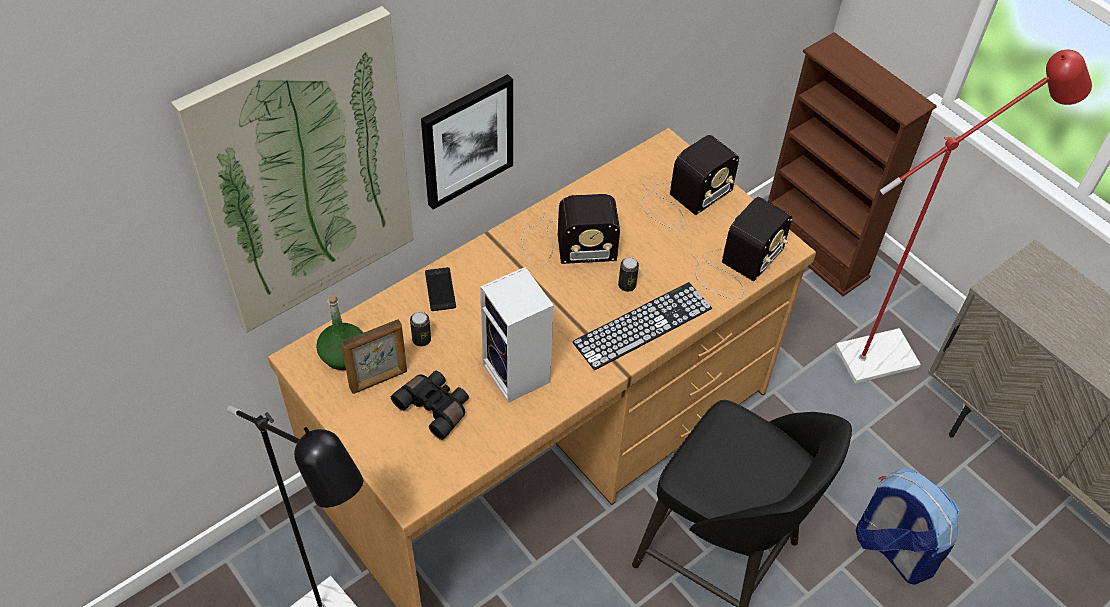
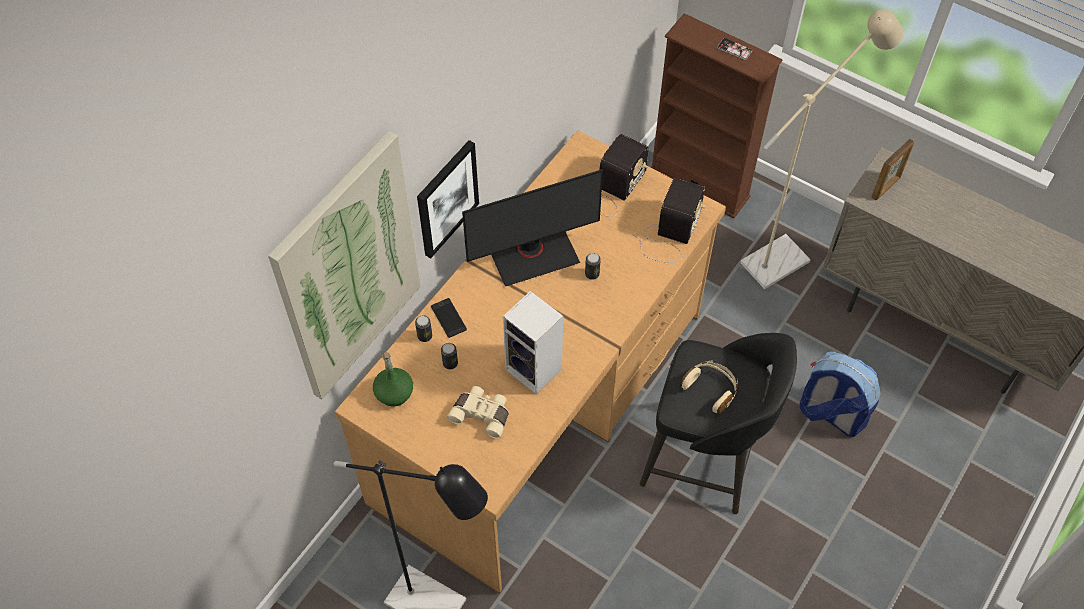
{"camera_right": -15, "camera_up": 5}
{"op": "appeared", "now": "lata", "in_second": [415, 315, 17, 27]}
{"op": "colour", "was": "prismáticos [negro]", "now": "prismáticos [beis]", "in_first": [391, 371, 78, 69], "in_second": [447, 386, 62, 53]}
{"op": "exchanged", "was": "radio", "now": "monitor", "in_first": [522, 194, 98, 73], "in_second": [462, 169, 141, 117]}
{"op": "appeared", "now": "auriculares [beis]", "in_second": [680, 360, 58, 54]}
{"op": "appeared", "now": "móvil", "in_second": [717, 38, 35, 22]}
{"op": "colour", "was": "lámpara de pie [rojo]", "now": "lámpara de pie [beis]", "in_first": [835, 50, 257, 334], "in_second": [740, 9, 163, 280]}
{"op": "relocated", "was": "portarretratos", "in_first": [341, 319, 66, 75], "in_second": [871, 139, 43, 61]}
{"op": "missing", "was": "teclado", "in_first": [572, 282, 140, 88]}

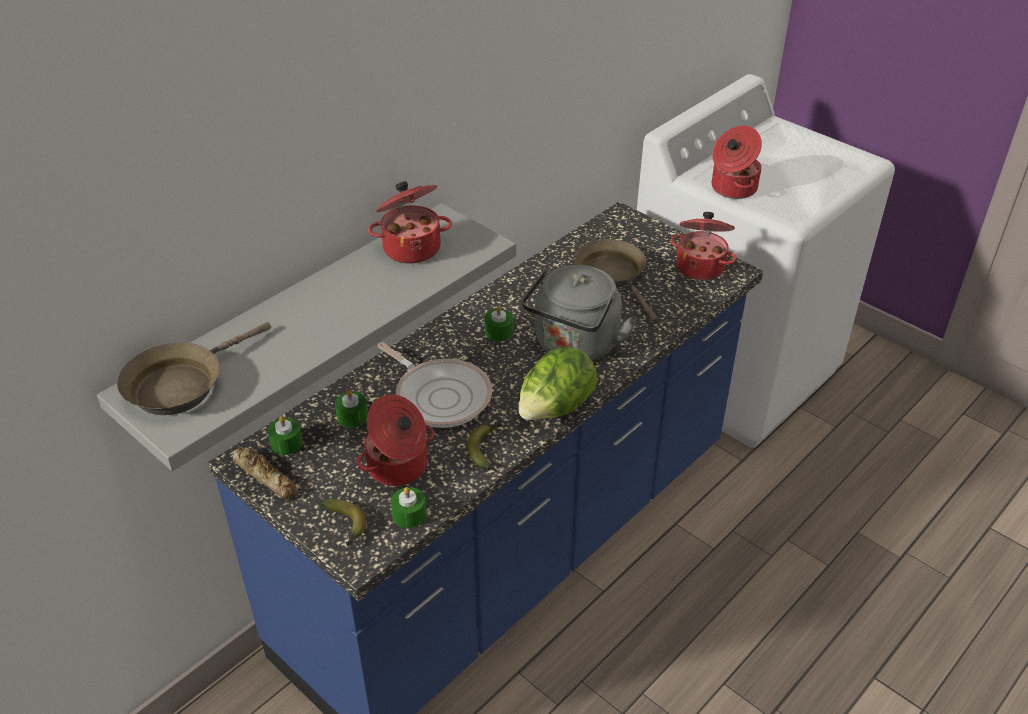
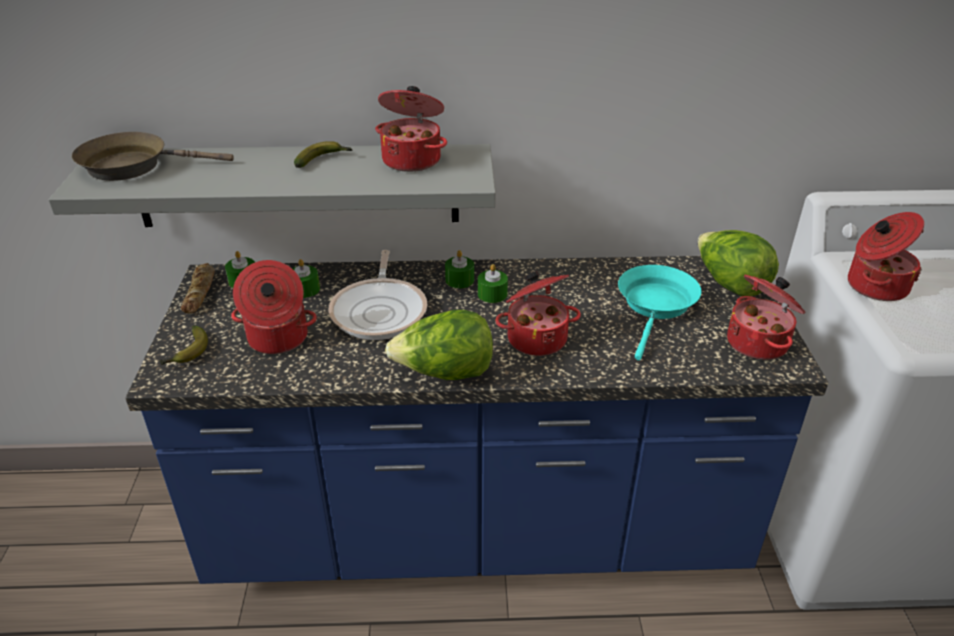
{"camera_right": 45, "camera_up": -5}
{"op": "relocated", "was": "plátano", "in_first": [467, 423, 35, 47], "in_second": [294, 141, 59, 27]}
{"op": "relocated", "was": "vela [verde]", "in_first": [391, 487, 35, 41], "in_second": [445, 250, 29, 38]}
{"op": "exchanged", "was": "hervidor [gris]", "now": "olla", "in_first": [522, 265, 115, 95], "in_second": [495, 271, 86, 85]}
{"op": "colour", "was": "sartén [marrón]", "now": "sartén [turquesa]", "in_first": [575, 239, 83, 83], "in_second": [618, 265, 83, 95]}
{"op": "appeared", "now": "lechuga", "in_second": [698, 230, 81, 67]}

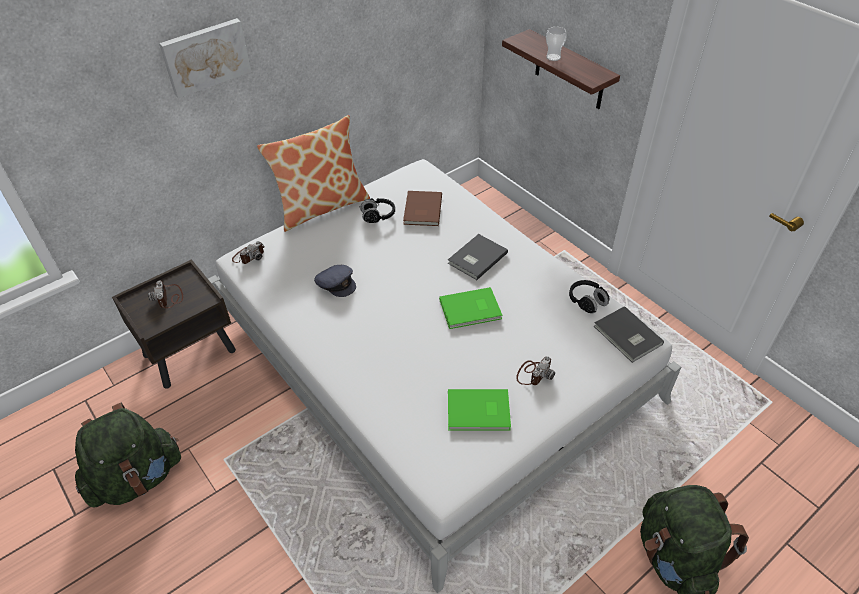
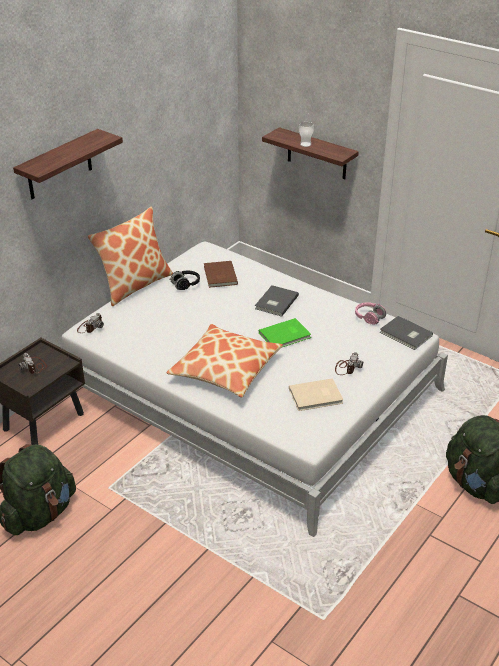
{"camera_right": -15, "camera_up": -10}
{"op": "exchanged", "was": "cuadro", "now": "estante", "in_first": [159, 18, 92, 80], "in_second": [13, 129, 110, 70]}
{"op": "appeared", "now": "cojín", "in_second": [166, 324, 117, 74]}
{"op": "colour", "was": "libro [verde]", "now": "libro [beis]", "in_first": [448, 389, 63, 42], "in_second": [289, 378, 55, 33]}
{"op": "colour", "was": "auriculares [negro]", "now": "auriculares [rosa]", "in_first": [569, 280, 40, 33], "in_second": [355, 302, 31, 22]}
{"op": "missing", "was": "gorra [gris]", "in_first": [314, 265, 42, 32]}

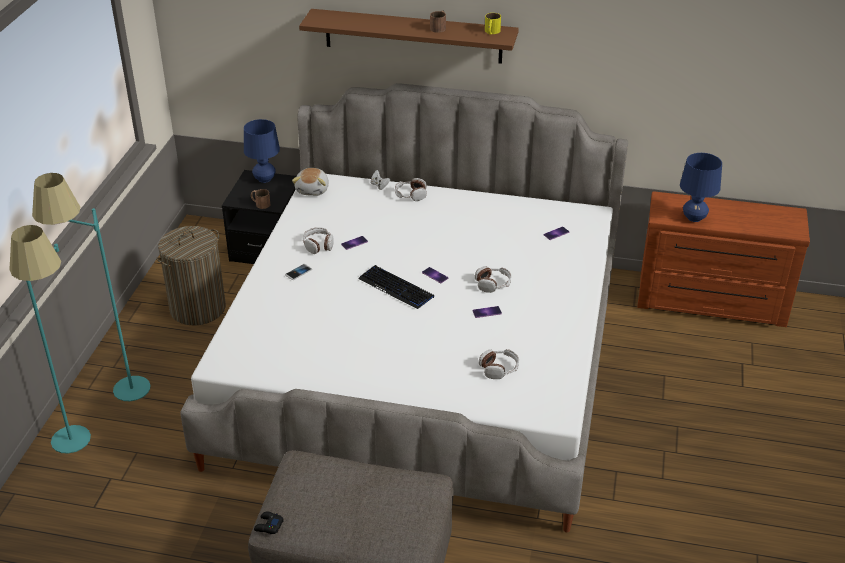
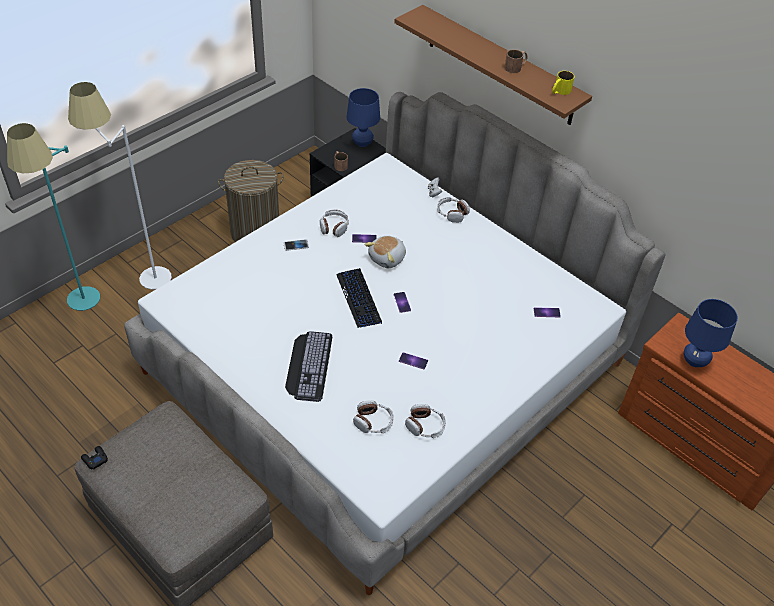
{"camera_right": 30, "camera_up": 10}
{"op": "colour", "was": "lámpara de pie [turquesa]", "now": "lámpara de pie [blanco]", "in_first": [32, 173, 119, 228], "in_second": [68, 82, 104, 208]}
{"op": "appeared", "now": "teclado", "in_second": [285, 331, 47, 71]}
{"op": "relocated", "was": "peluche", "in_first": [292, 168, 37, 28], "in_second": [364, 236, 42, 32]}
{"op": "relocated", "was": "auriculares", "in_first": [475, 266, 36, 27], "in_second": [405, 404, 41, 34]}

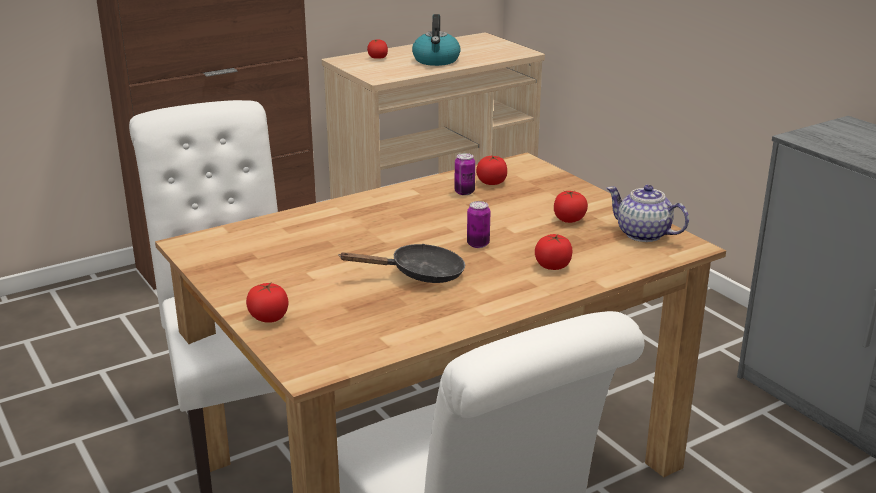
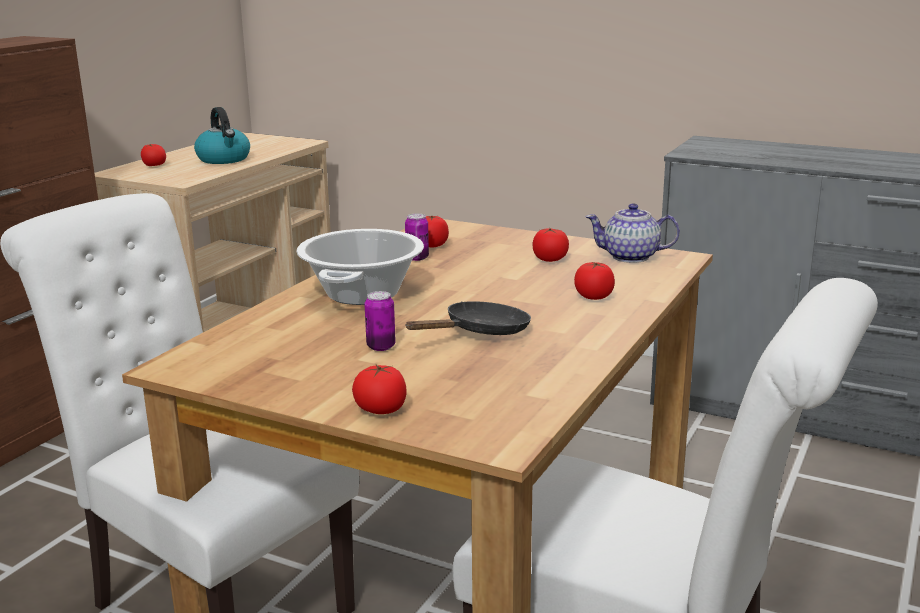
{"camera_right": -30, "camera_up": -5}
{"op": "appeared", "now": "olla", "in_second": [296, 229, 128, 76]}
{"op": "relocated", "was": "lata", "in_first": [467, 201, 23, 47], "in_second": [364, 291, 32, 60]}

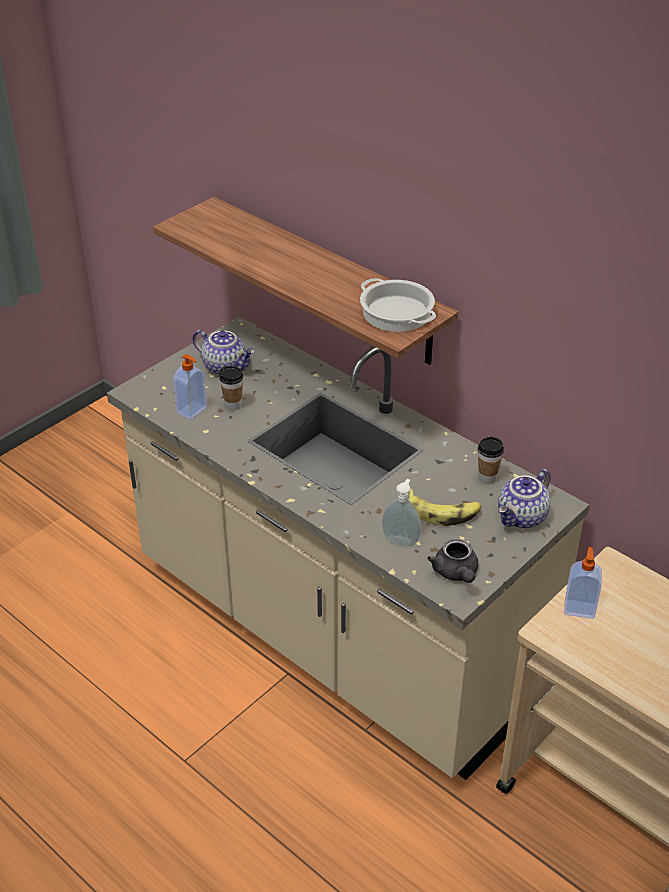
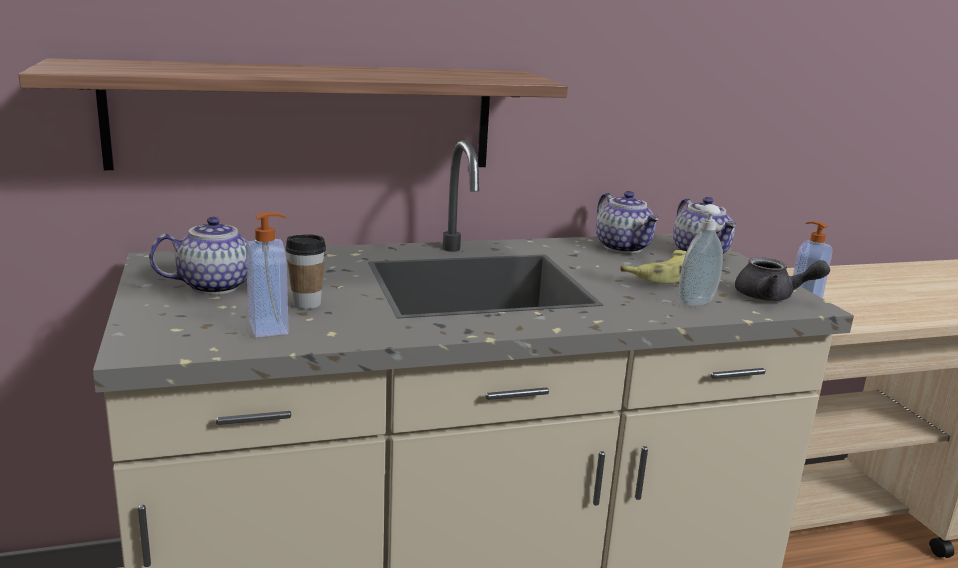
{"camera_right": -60, "camera_up": -20}
{"op": "exchanged", "was": "taza", "now": "tetera", "in_first": [478, 437, 26, 47], "in_second": [596, 191, 64, 62]}
{"op": "missing", "was": "olla", "in_first": [360, 278, 77, 54]}

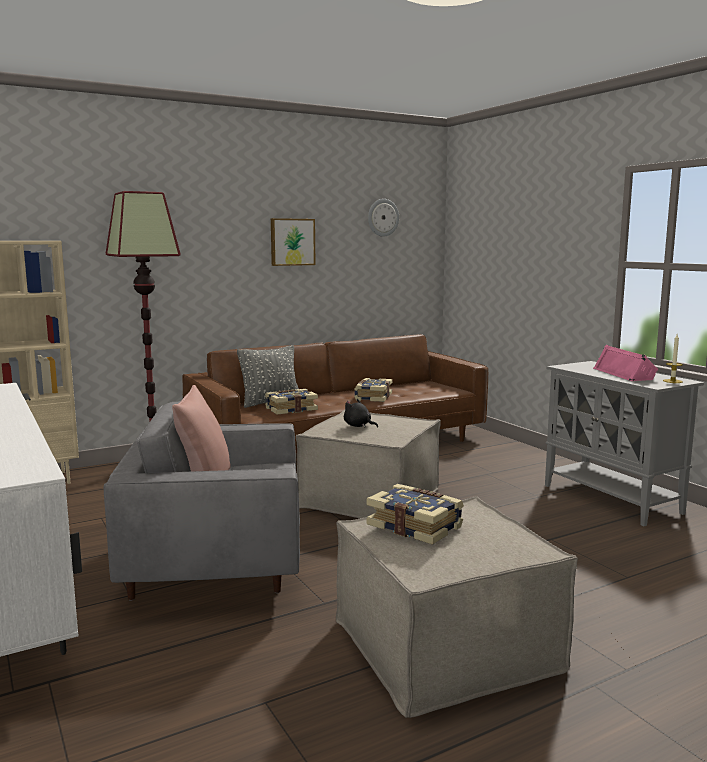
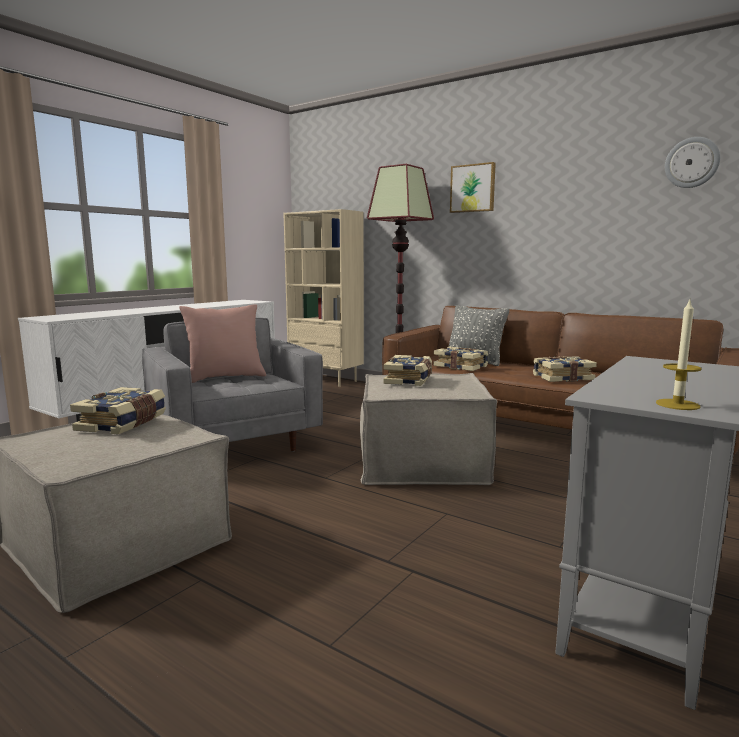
{"camera_right": 65, "camera_up": 0}
{"op": "exchanged", "was": "peluche [negro]", "now": "libro", "in_first": [344, 399, 34, 29], "in_second": [384, 355, 48, 31]}
{"op": "relocated", "was": "cuadro", "in_first": [271, 218, 45, 48], "in_second": [450, 162, 46, 51]}
{"op": "missing", "was": "altavoz [rosa]", "in_first": [593, 345, 65, 36]}

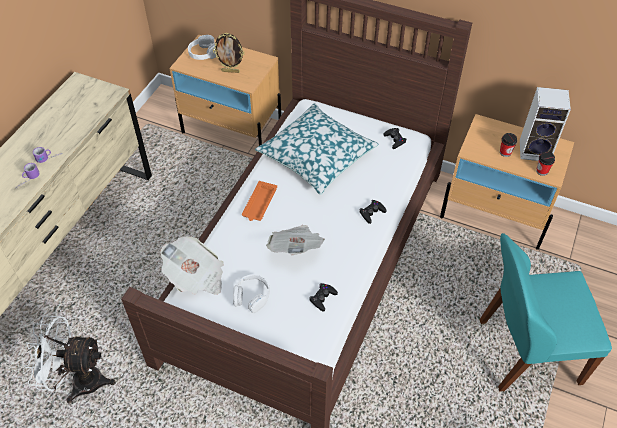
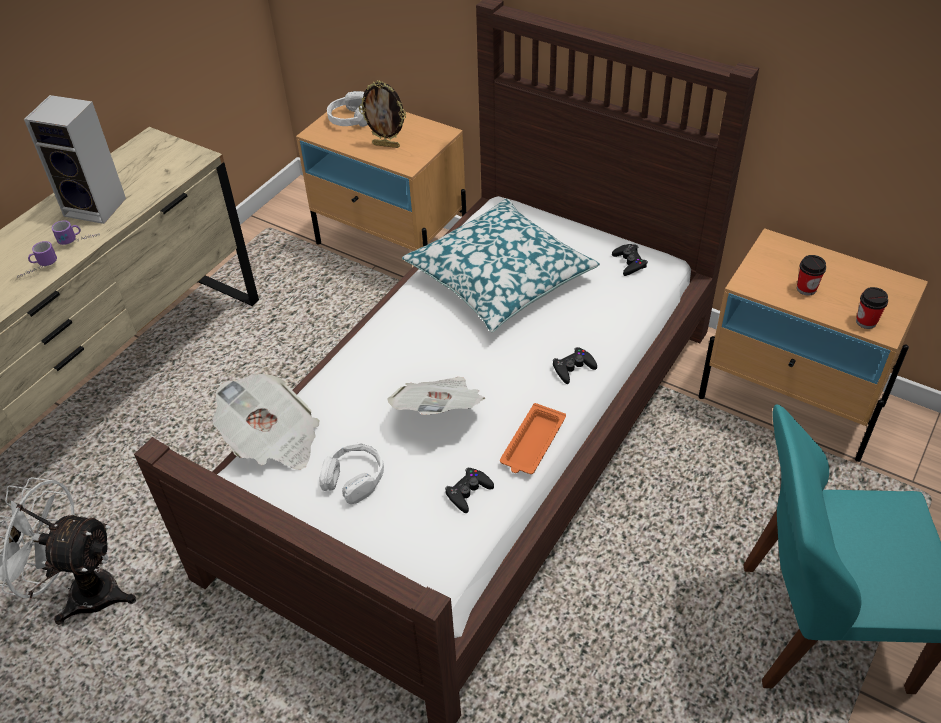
{"camera_right": 10, "camera_up": -5}
{"op": "relocated", "was": "altavoz", "in_first": [520, 87, 51, 74], "in_second": [24, 95, 102, 129]}
{"op": "relocated", "was": "bandeja [naranja]", "in_first": [242, 181, 35, 40], "in_second": [500, 403, 66, 71]}

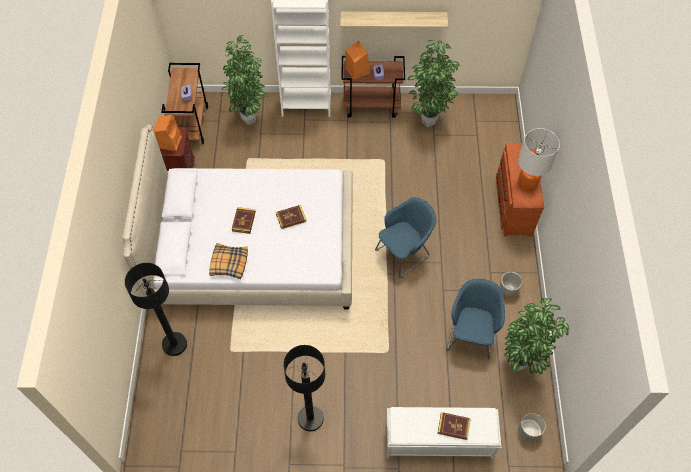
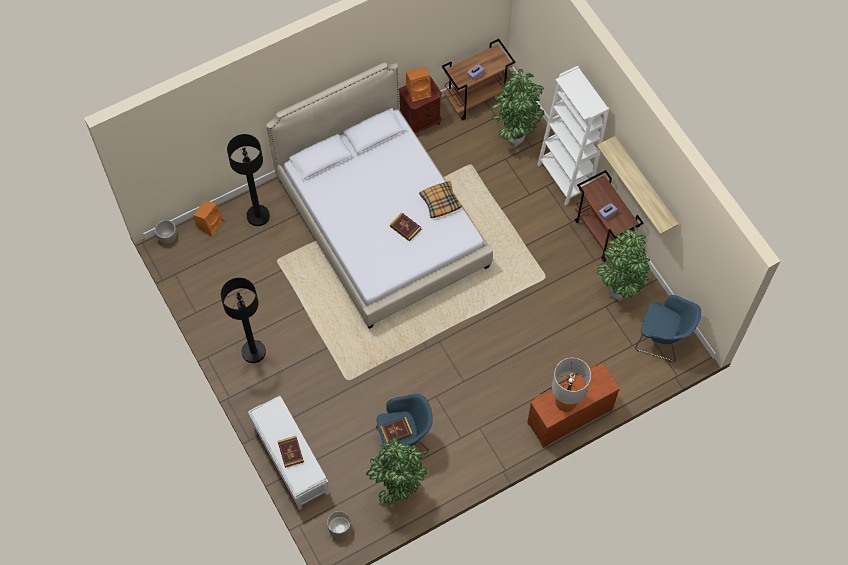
{"camera_right": 60, "camera_up": 5}
{"op": "relocated", "was": "maceta [gris]", "in_first": [500, 272, 23, 24], "in_second": [155, 220, 22, 24]}
{"op": "relocated", "was": "altavoz [naranja]", "in_first": [345, 40, 25, 40], "in_second": [193, 200, 31, 36]}
{"op": "relocated", "was": "libro", "in_first": [232, 207, 24, 27], "in_second": [380, 417, 33, 26]}
{"op": "relocated", "was": "cojín", "in_first": [209, 243, 39, 36], "in_second": [419, 181, 43, 37]}
{"op": "relocated", "was": "sillón [azul]", "in_first": [375, 197, 61, 81], "in_second": [635, 295, 66, 67]}

